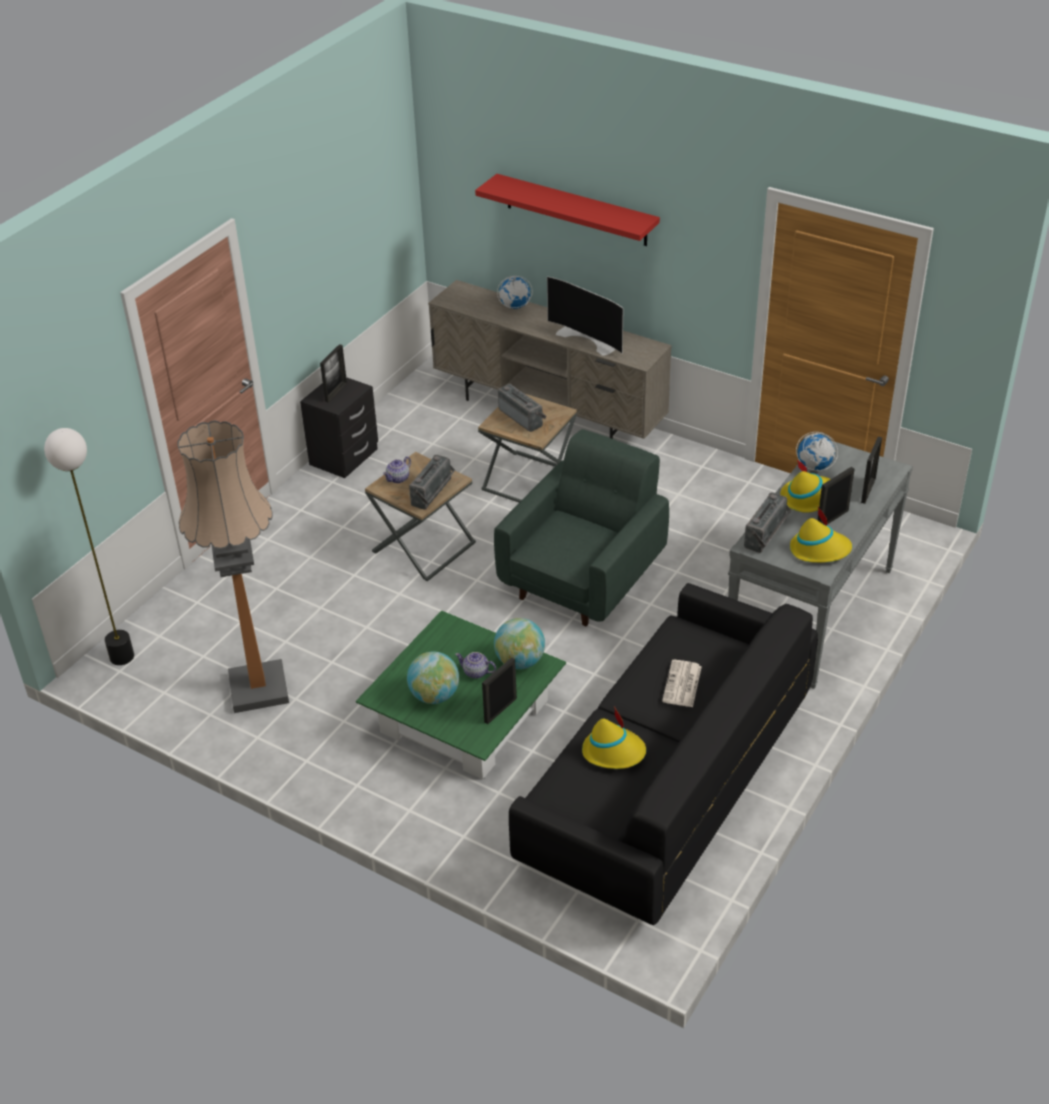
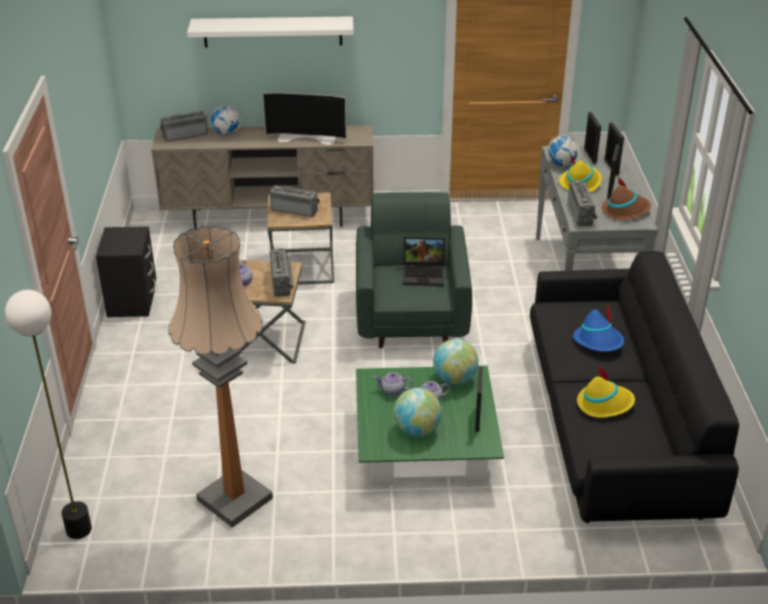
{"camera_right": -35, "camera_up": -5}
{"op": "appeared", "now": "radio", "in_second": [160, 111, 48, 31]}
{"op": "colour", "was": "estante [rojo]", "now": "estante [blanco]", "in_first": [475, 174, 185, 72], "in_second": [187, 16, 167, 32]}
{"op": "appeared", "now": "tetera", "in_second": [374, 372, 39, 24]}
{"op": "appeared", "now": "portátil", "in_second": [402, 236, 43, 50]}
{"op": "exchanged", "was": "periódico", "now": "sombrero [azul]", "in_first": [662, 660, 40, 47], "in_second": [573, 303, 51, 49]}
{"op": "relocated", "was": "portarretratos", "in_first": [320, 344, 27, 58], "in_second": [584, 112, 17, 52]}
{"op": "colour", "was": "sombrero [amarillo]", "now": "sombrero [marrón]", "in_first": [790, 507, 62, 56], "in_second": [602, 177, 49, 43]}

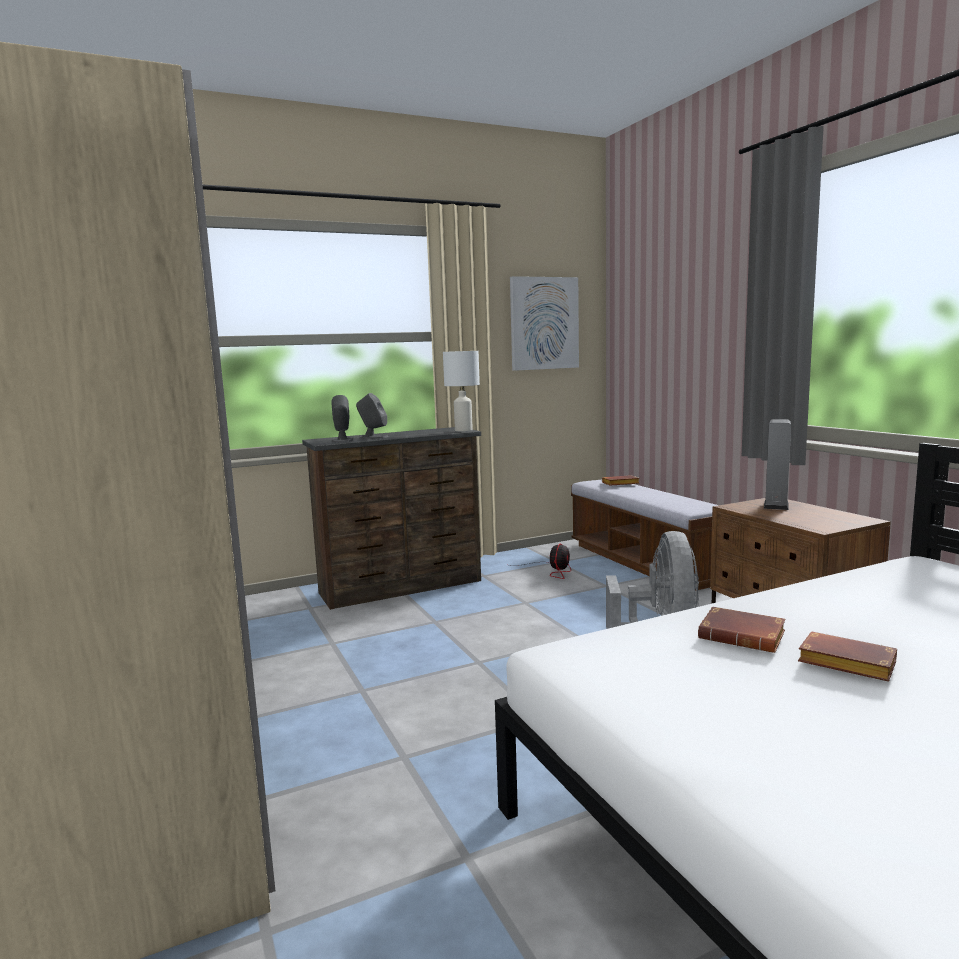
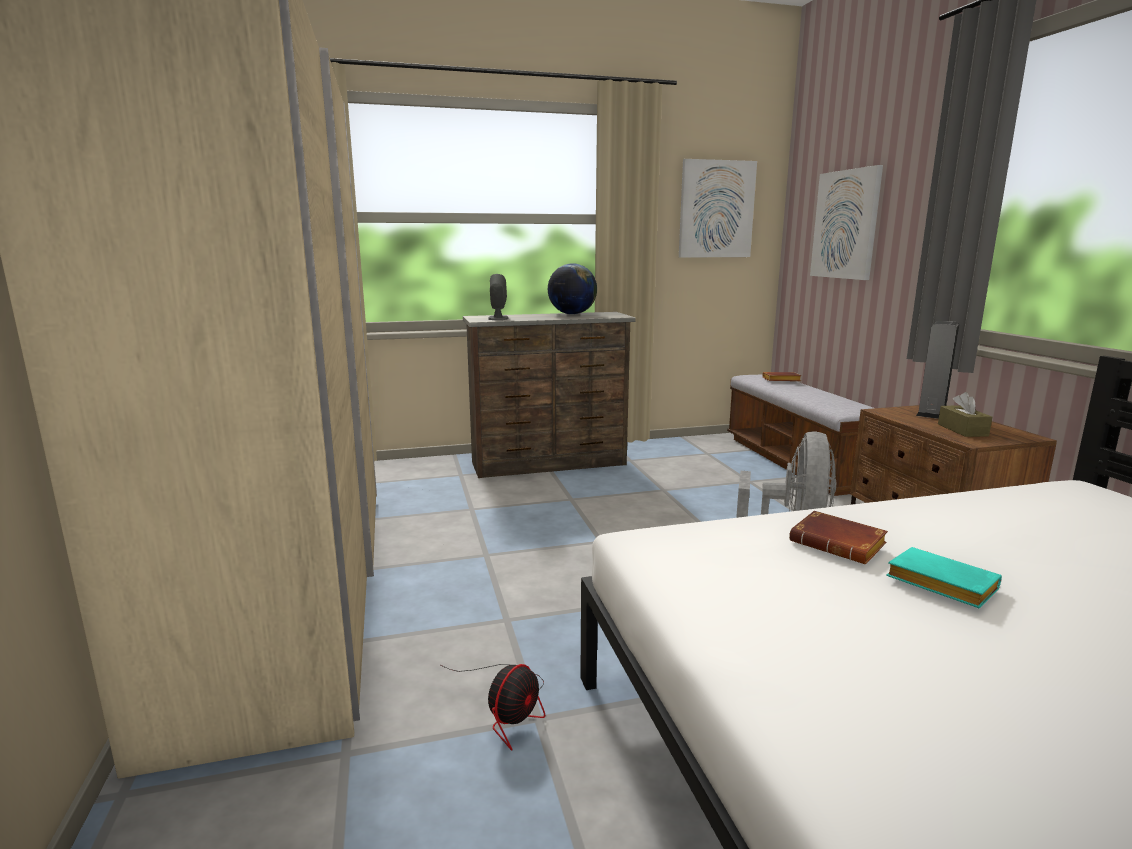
{"camera_right": 10, "camera_up": 5}
{"op": "relocated", "was": "ventilador", "in_first": [511, 544, 60, 35], "in_second": [441, 664, 104, 87]}
{"op": "appeared", "now": "globo terráqueo", "in_second": [548, 263, 49, 52]}
{"op": "appeared", "now": "cuadro", "in_second": [810, 165, 73, 115]}
{"op": "colour", "was": "libro [marrón]", "now": "libro [turquesa]", "in_first": [798, 632, 99, 50], "in_second": [886, 547, 116, 61]}
{"op": "appeared", "now": "caja de pañuelos [marrón]", "in_second": [938, 392, 54, 45]}
{"op": "missing", "was": "altavoz [gris]", "in_first": [356, 393, 32, 46]}
{"op": "missing", "was": "lámpara de mesa [blanco]", "in_first": [443, 351, 37, 81]}

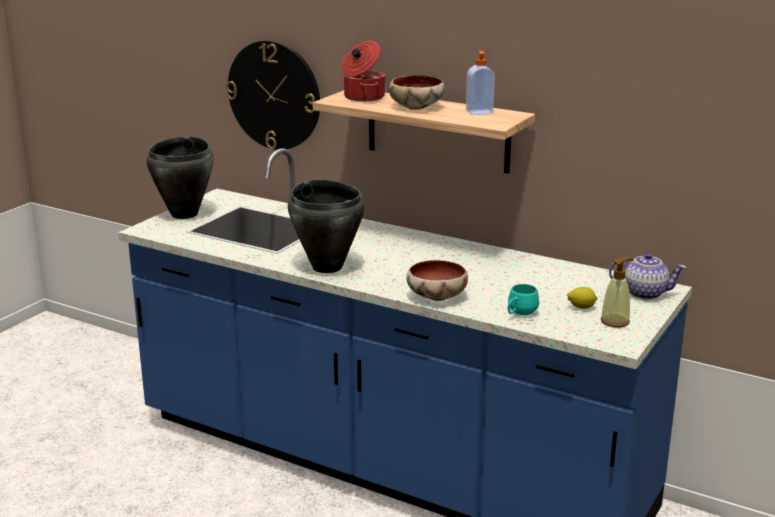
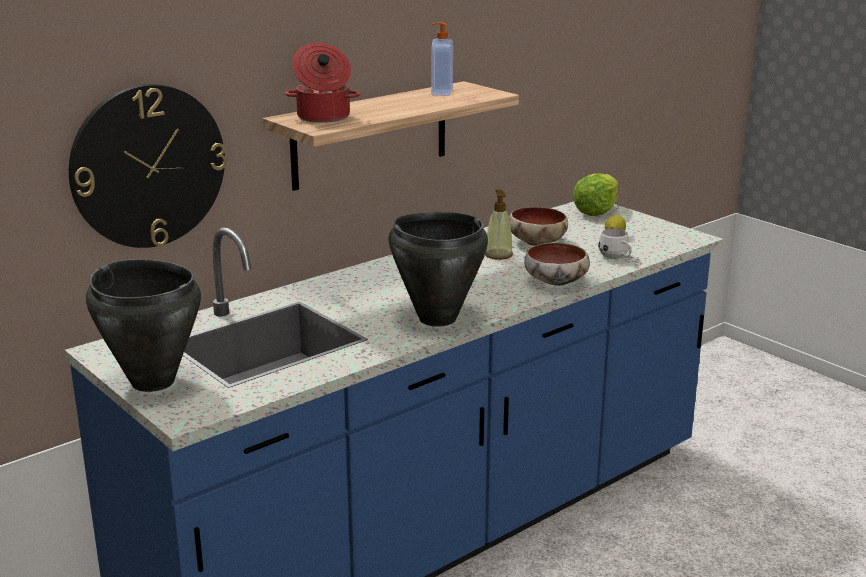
{"camera_right": -70, "camera_up": 0}
{"op": "relocated", "was": "dispensador de jabón", "in_first": [600, 257, 34, 71], "in_second": [485, 189, 28, 71]}
{"op": "relocated", "was": "cuenco", "in_first": [389, 75, 56, 35], "in_second": [509, 207, 59, 39]}
{"op": "exchanged", "was": "tetera", "now": "lechuga", "in_first": [609, 253, 78, 47], "in_second": [573, 174, 46, 42]}
{"op": "colour", "was": "taza grande [turquesa]", "now": "taza grande [blanco]", "in_first": [508, 284, 31, 31], "in_second": [598, 228, 34, 31]}

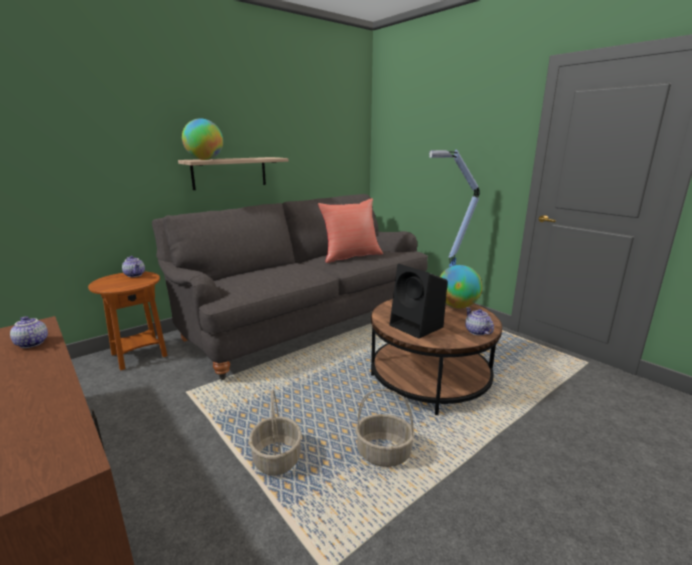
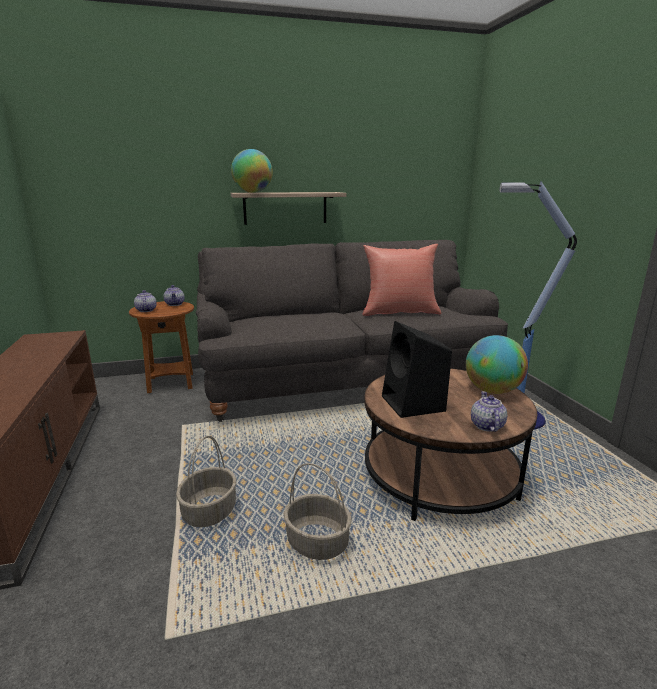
{"camera_right": 25, "camera_up": 0}
{"op": "relocated", "was": "tetera", "in_first": [10, 316, 38, 32], "in_second": [134, 290, 23, 22]}

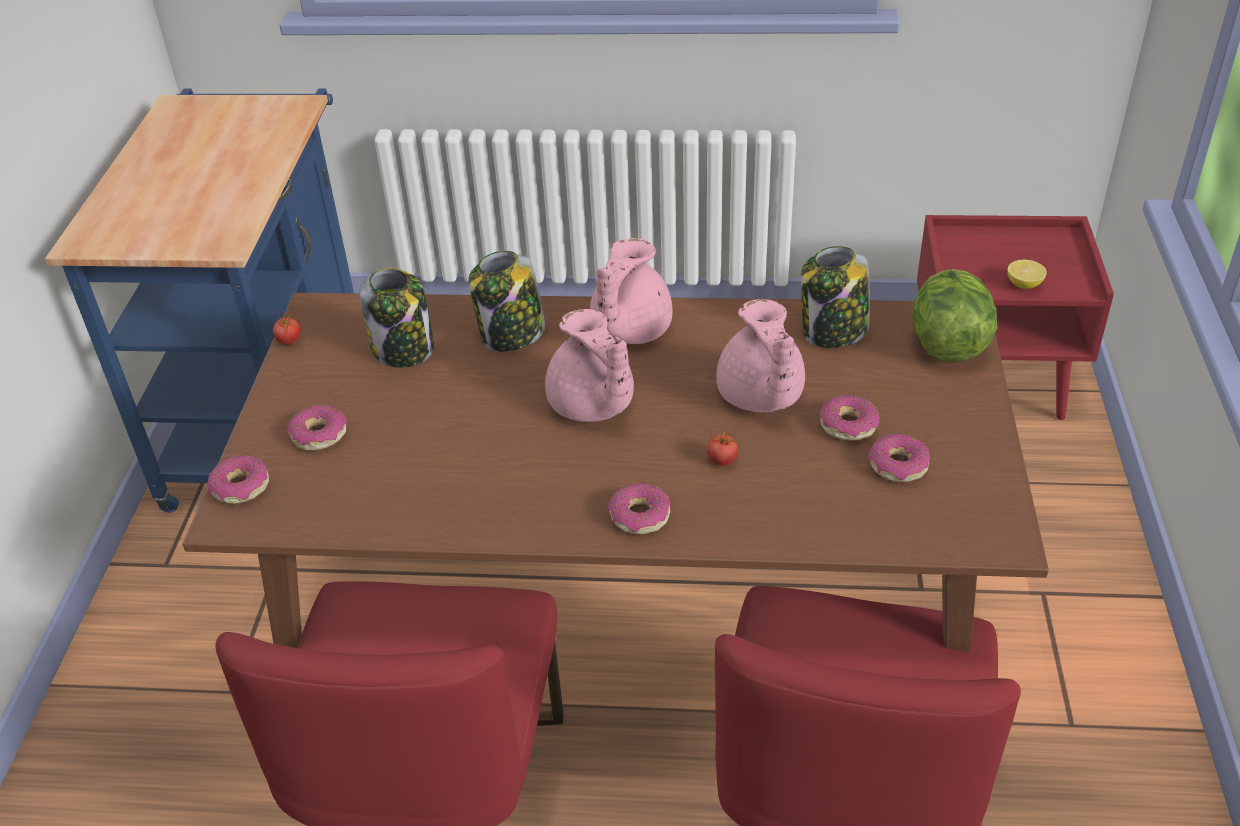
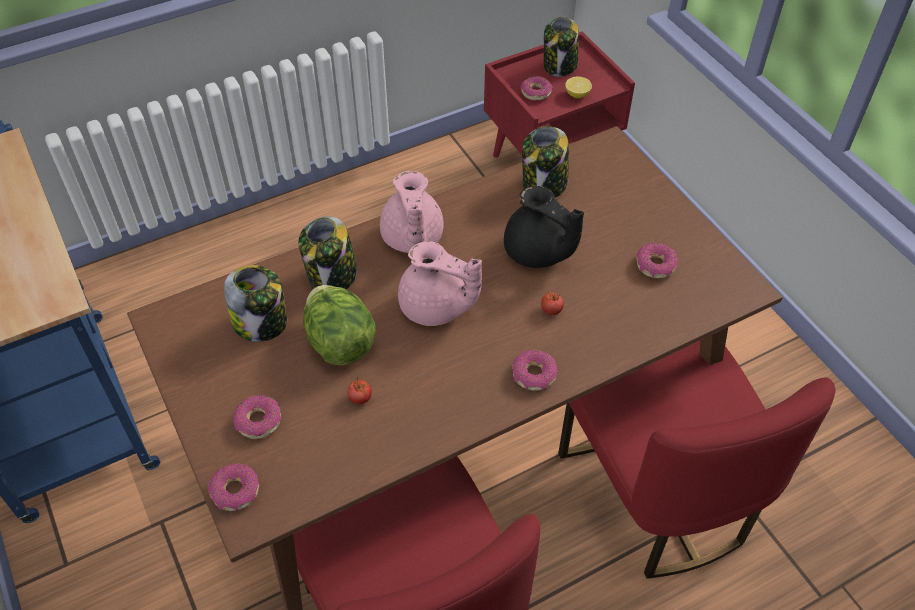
{"camera_right": -35, "camera_up": 10}
{"op": "relocated", "was": "lechuga", "in_first": [912, 269, 85, 94], "in_second": [303, 285, 73, 80]}
{"op": "relocated", "was": "tomate", "in_first": [273, 313, 28, 32], "in_second": [347, 377, 25, 27]}
{"op": "colour", "was": "tetera [rosa]", "now": "tetera [negro]", "in_first": [716, 299, 89, 114], "in_second": [504, 186, 80, 82]}
{"op": "relocated", "was": "rosquilla", "in_first": [820, 395, 60, 46], "in_second": [520, 76, 32, 24]}
{"op": "appeared", "now": "tarro", "in_second": [544, 17, 35, 60]}

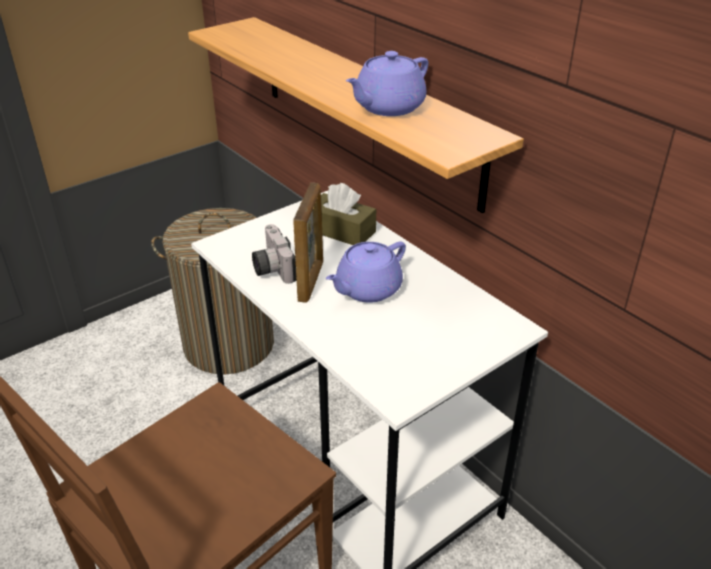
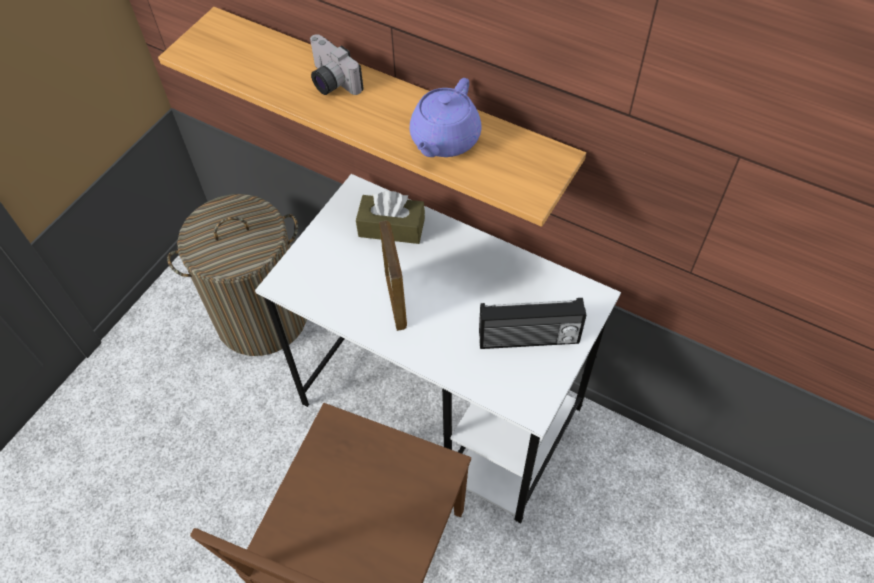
{"camera_right": -20, "camera_up": 20}
{"op": "relocated", "was": "cámara", "in_first": [252, 224, 44, 60], "in_second": [310, 34, 54, 61]}
{"op": "appeared", "now": "radio", "in_second": [479, 298, 107, 51]}
{"op": "missing", "was": "tetera [morado]", "in_first": [326, 242, 80, 61]}

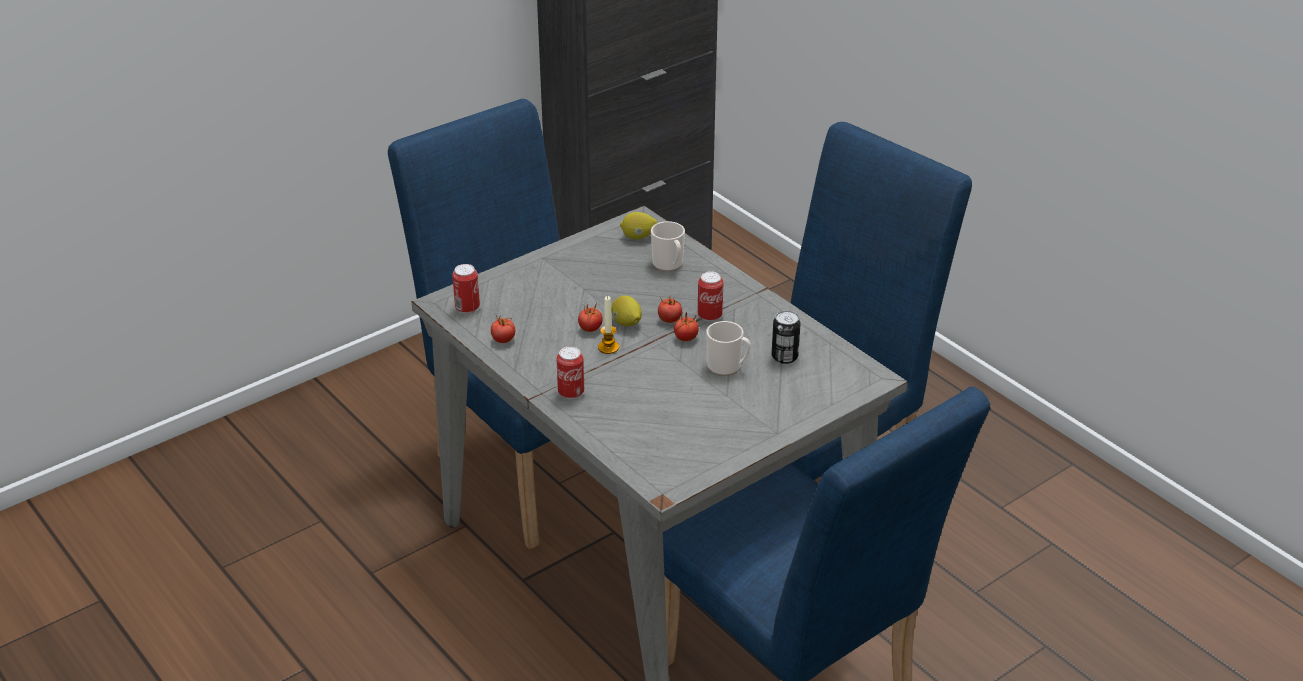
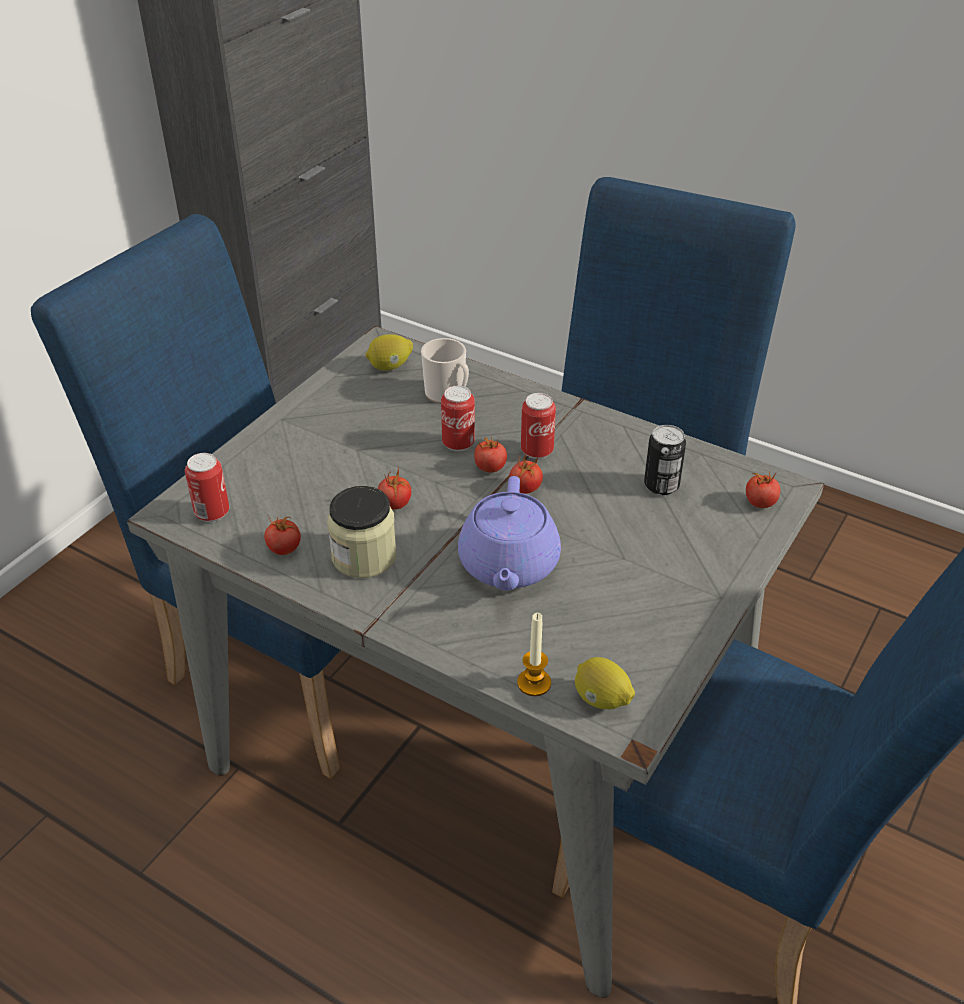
{"camera_right": -20, "camera_up": 5}
{"op": "appeared", "now": "tarro", "in_second": [327, 486, 70, 92]}
{"op": "relocated", "was": "lata", "in_first": [557, 346, 27, 53], "in_second": [441, 386, 34, 65]}
{"op": "appeared", "now": "tetera [morado]", "in_second": [458, 476, 103, 115]}
{"op": "relocated", "was": "vela", "in_first": [598, 296, 21, 58], "in_second": [517, 613, 34, 83]}
{"op": "relocated", "was": "limón", "in_first": [611, 296, 31, 30], "in_second": [575, 657, 60, 52]}
{"op": "appeared", "now": "tomate", "in_second": [746, 470, 34, 38]}
{"op": "missing", "was": "taza grande", "in_first": [706, 321, 45, 55]}

